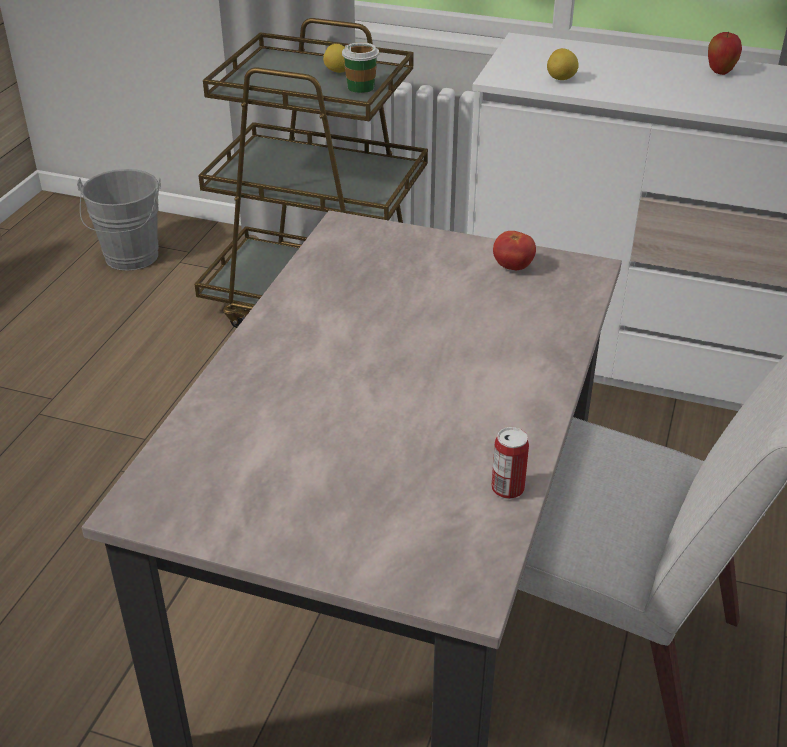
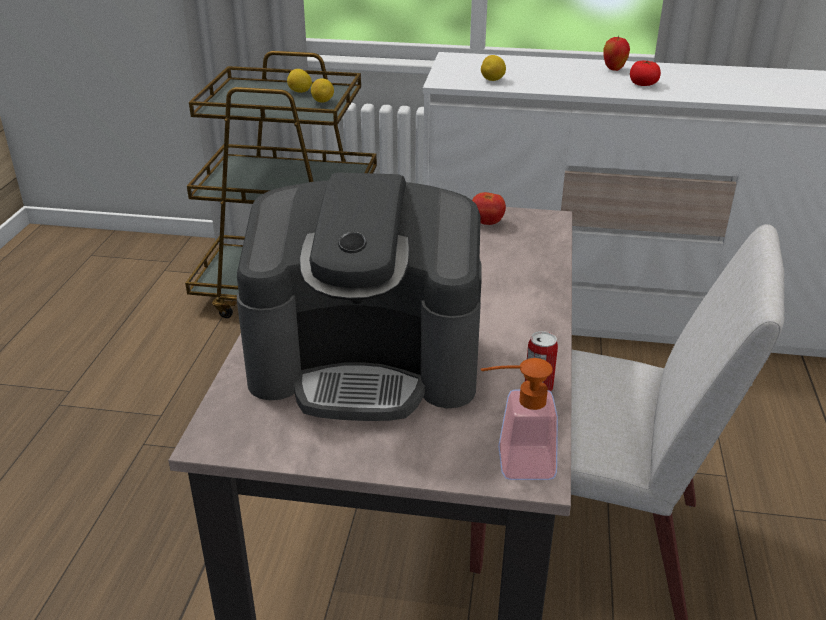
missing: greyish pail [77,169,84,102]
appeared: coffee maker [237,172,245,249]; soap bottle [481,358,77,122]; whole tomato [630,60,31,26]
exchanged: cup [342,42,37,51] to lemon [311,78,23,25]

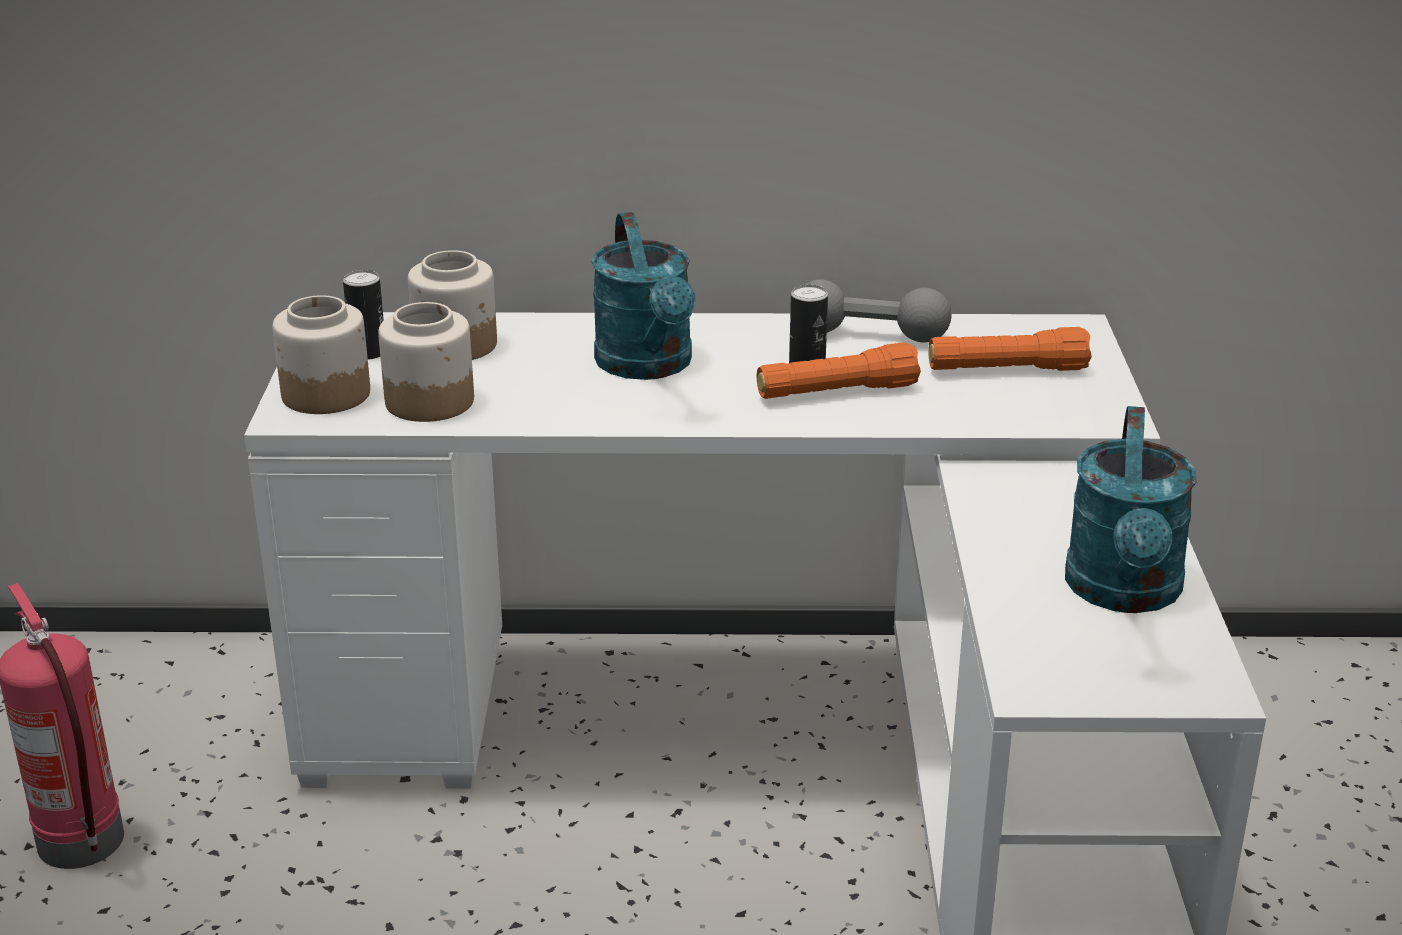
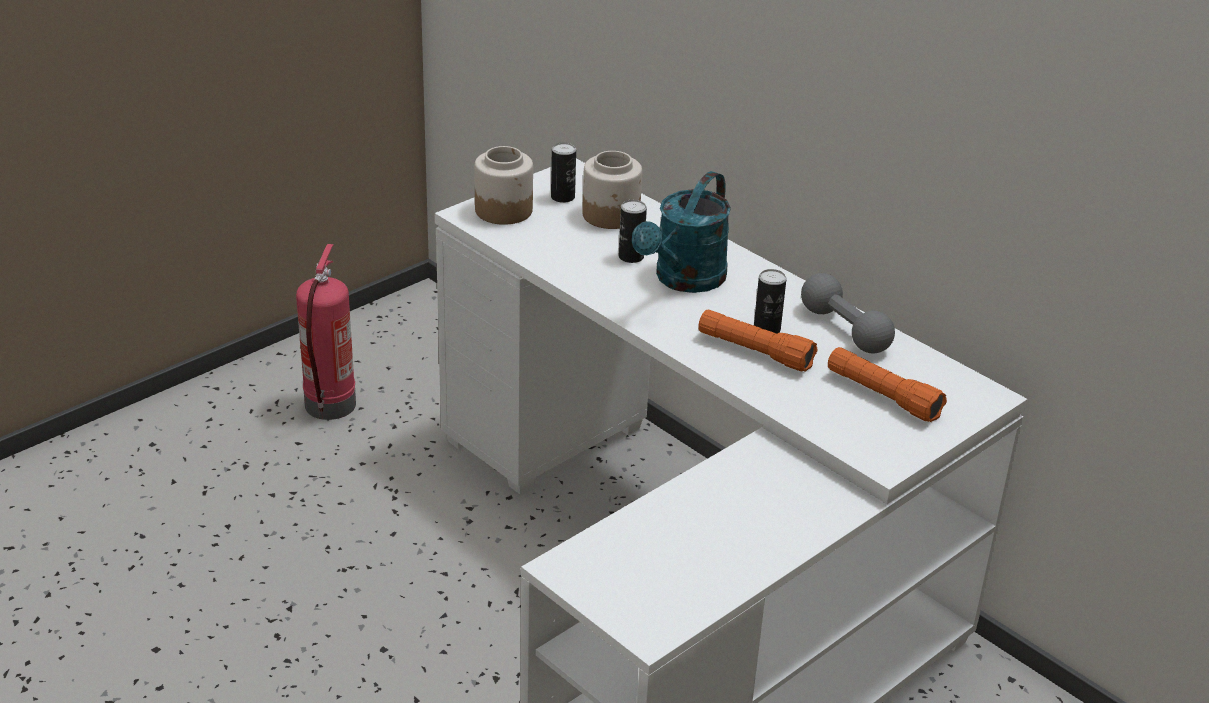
missing: storage jar [378,302,96,120]; turquoise watering pot [1065,406,132,207]
appeared: can [619,200,28,63]

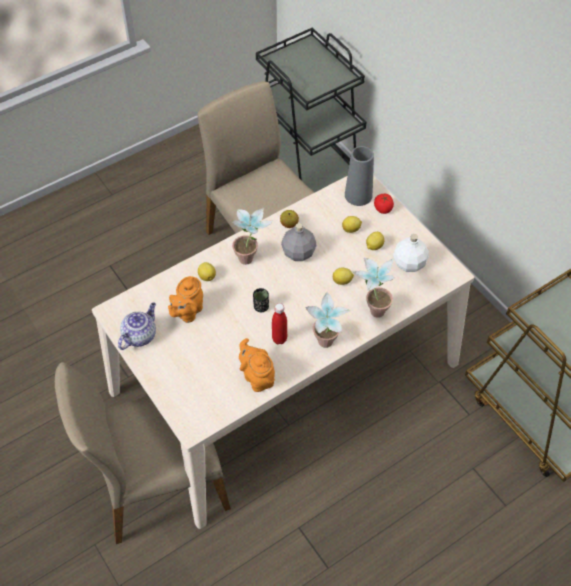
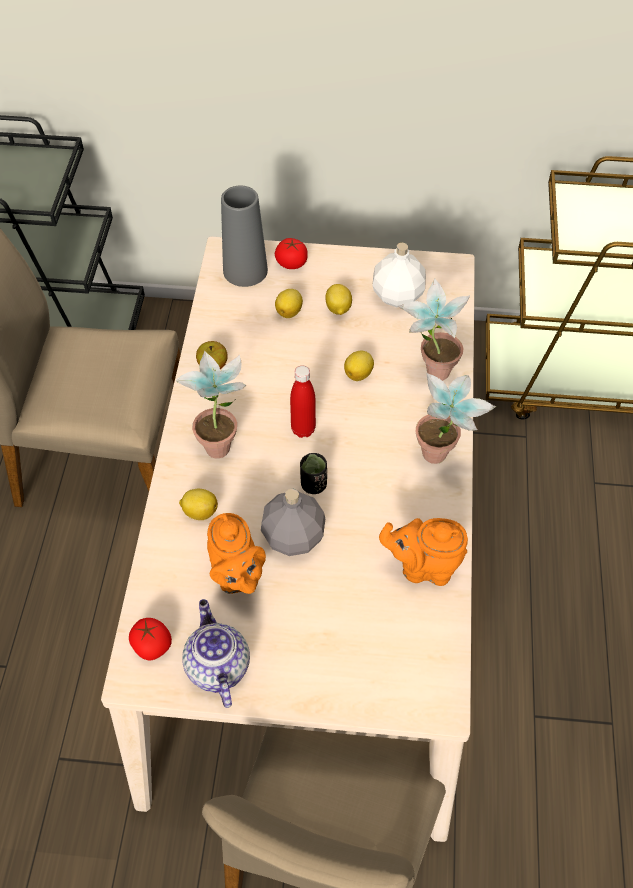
appeared: whole tomato [129,618,43,43]
relocated: red-coloured beverage bottle [272,303,15,41] to [290,365,26,73]; greyish beverage bottle [281,223,36,38] to [261,489,64,67]

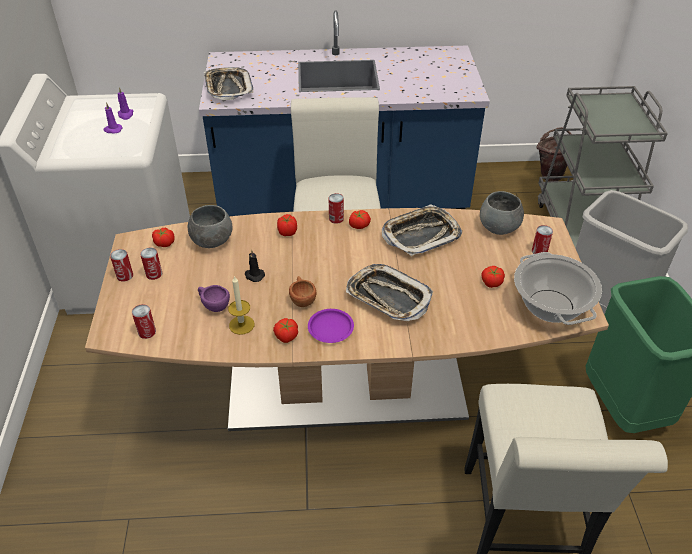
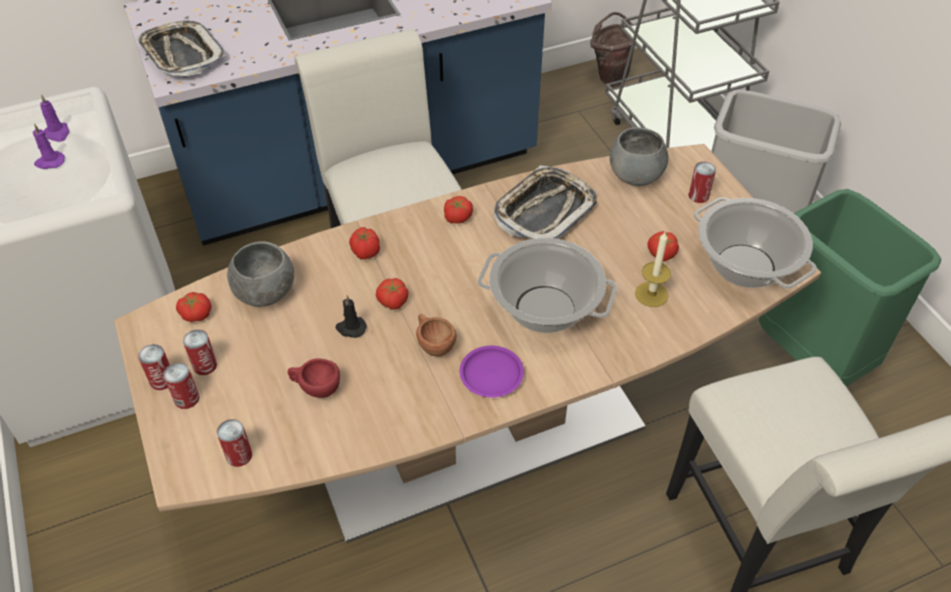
relocated: wax light [228,275,26,60] to [635,232,36,75]; whole tomato [273,318,25,25] to [376,278,33,32]; can [329,193,15,31] to [163,363,36,46]
exchanged: serving tray [346,264,87,57] to saucepot [478,238,139,95]
colour: purple cup [198,285,32,27] to red-coloured cup [288,359,52,39]

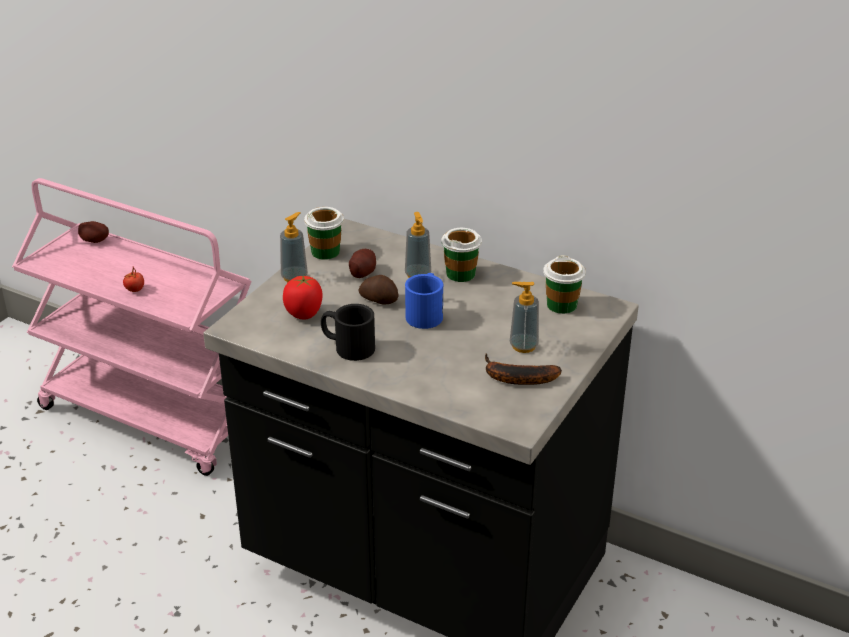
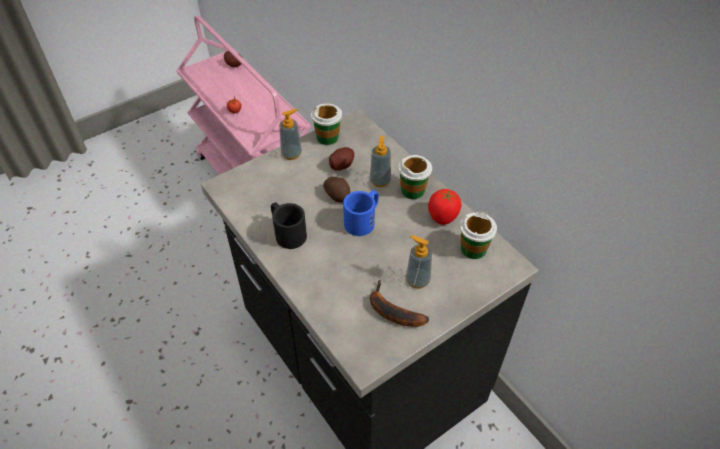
relocated: whole tomato [283,276,40,43] to [428,189,33,36]

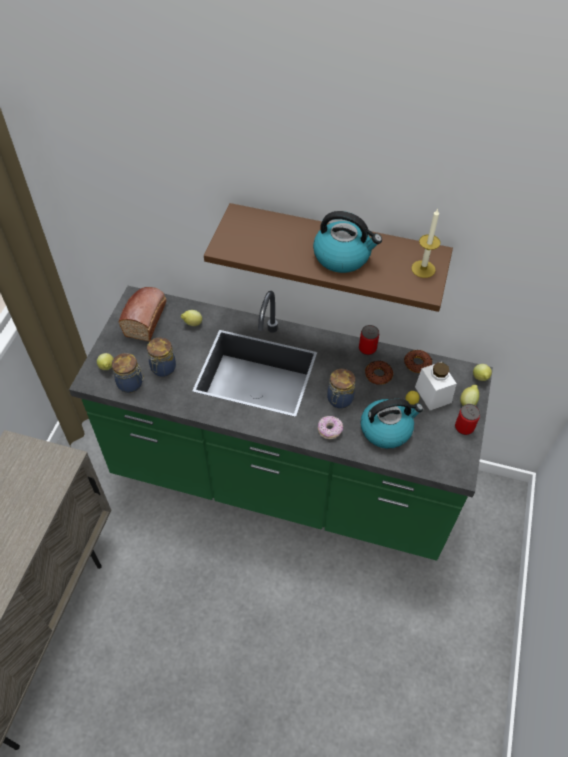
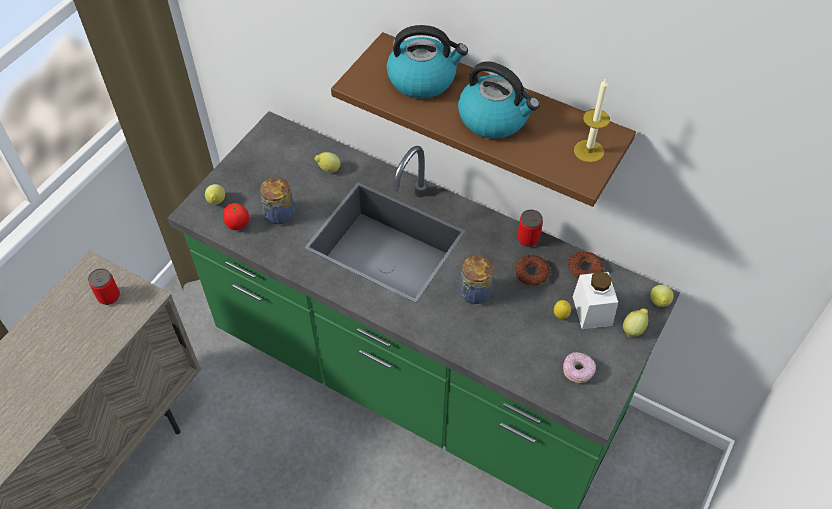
missing: baked bread [118,287,48,54]
relocated: ring doughnut [318,416,25,23] to [563,352,33,31]; water kettle [360,398,63,51] to [387,25,81,74]; can [455,404,25,31] to [88,268,32,37]
exchanged: storage jar [112,353,32,40] to whole tomato [223,203,26,27]

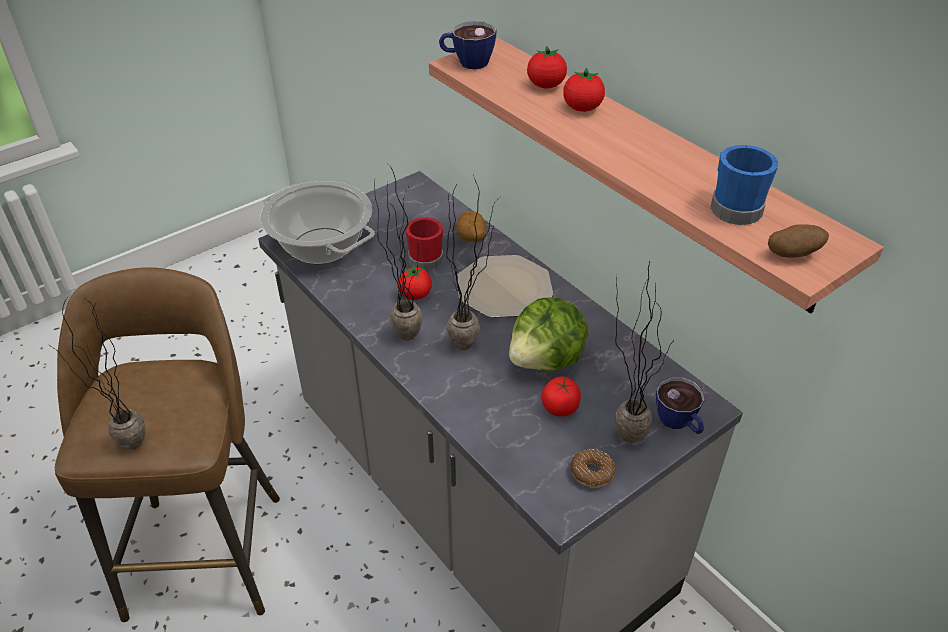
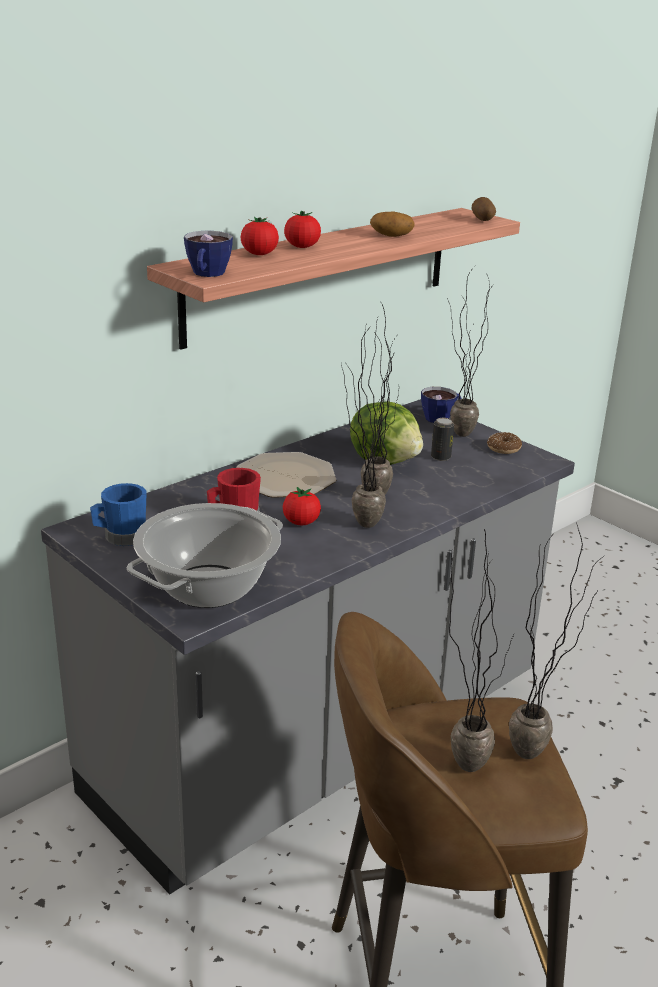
appeared: houseplant [449,529,65,243]
relocated: potato [456,211,30,31] to [370,211,45,26]; bluish coffee mug [710,145,68,80] to [90,483,56,63]
exchanged: whole tomato [541,377,40,40] to can [431,418,23,43]

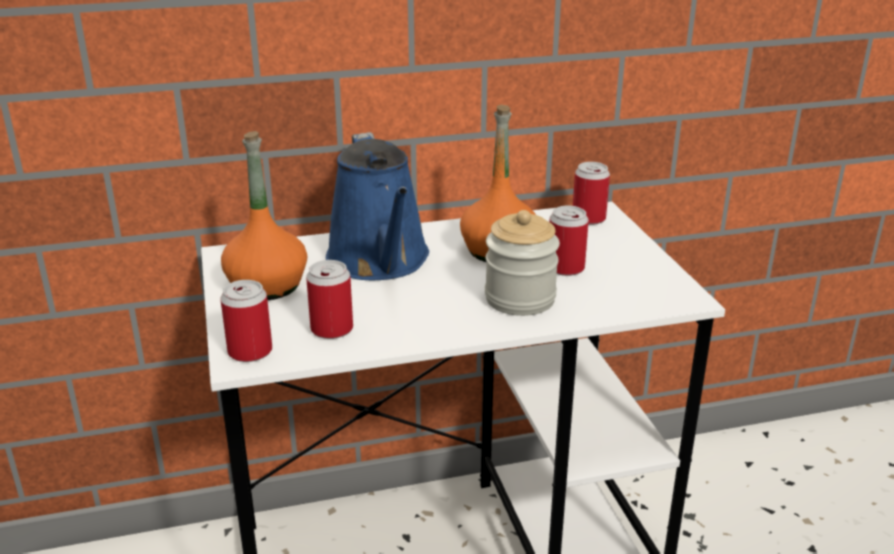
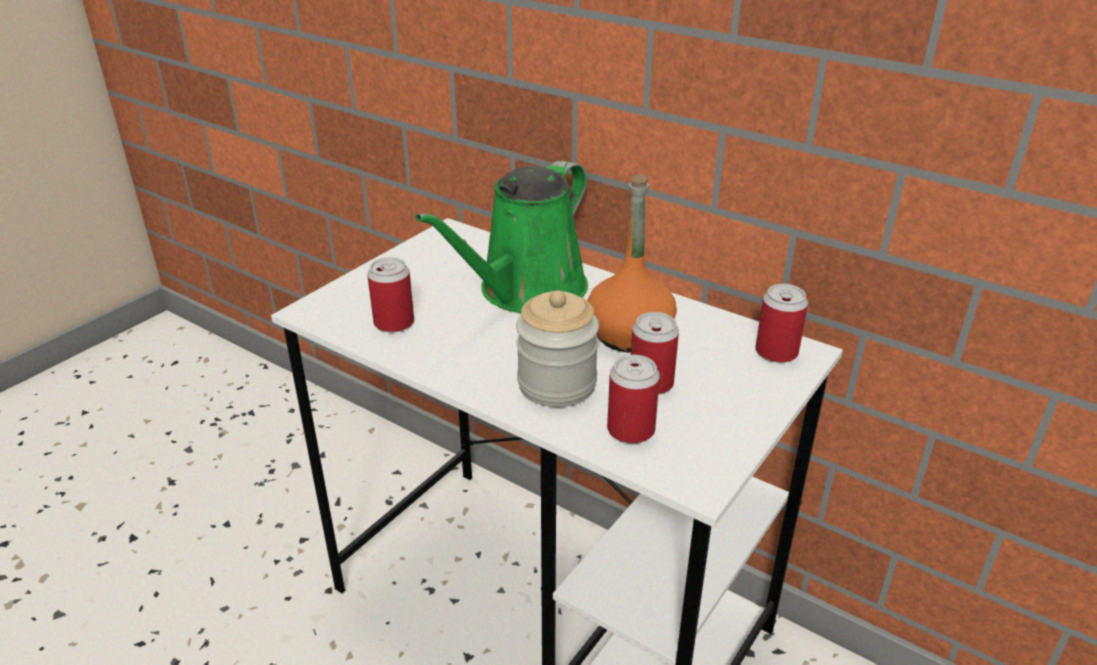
missing: orange-coloured beverage bottle [221,131,86,169]
relocated: can [220,280,52,82] to [607,355,53,89]
colour: bluish watering pot [326,132,103,148] to green-coloured watering pot [415,161,173,152]

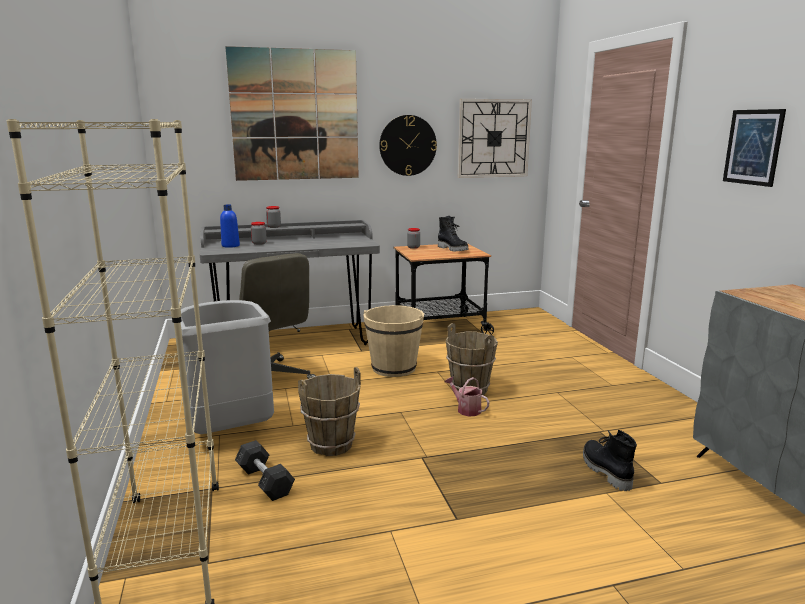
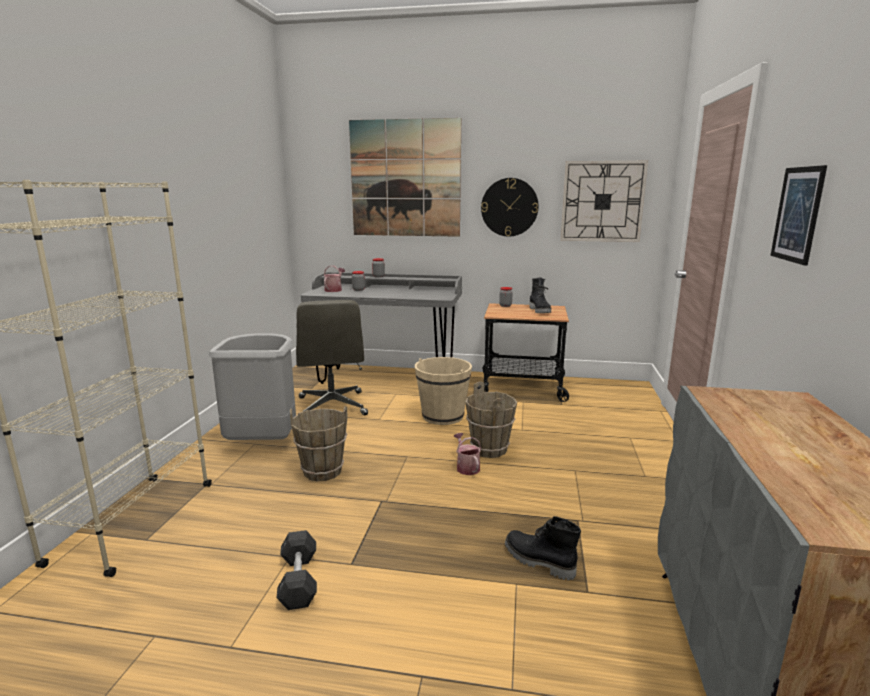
relocated: greyish free weight [235,440,60,61] to [277,530,40,80]
exchanged: bluish beverage bottle [220,205,20,43] to watering pot [324,266,21,26]
spun: black high-top boot [583,430,54,61] = [505,516,76,64] 60 degrees counterclockwise

